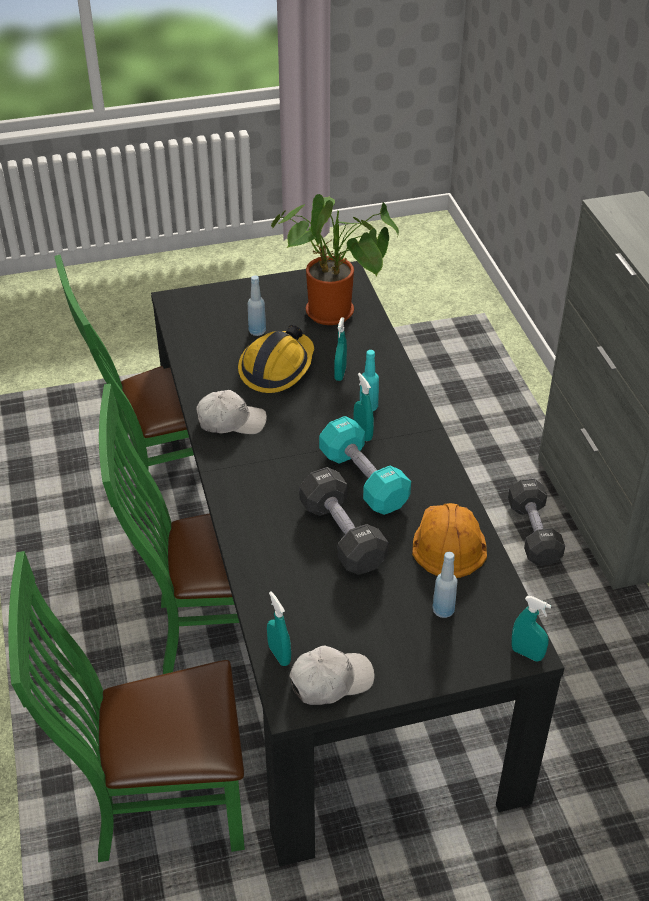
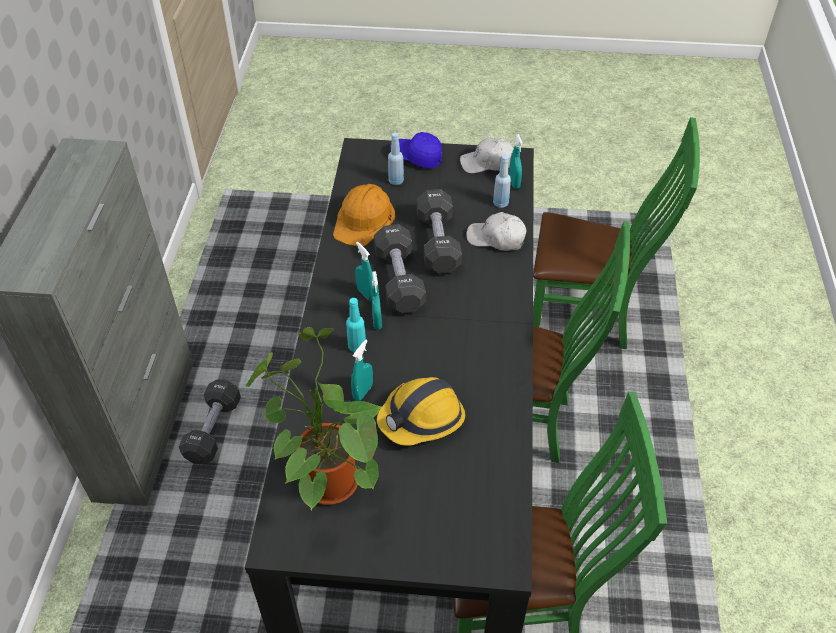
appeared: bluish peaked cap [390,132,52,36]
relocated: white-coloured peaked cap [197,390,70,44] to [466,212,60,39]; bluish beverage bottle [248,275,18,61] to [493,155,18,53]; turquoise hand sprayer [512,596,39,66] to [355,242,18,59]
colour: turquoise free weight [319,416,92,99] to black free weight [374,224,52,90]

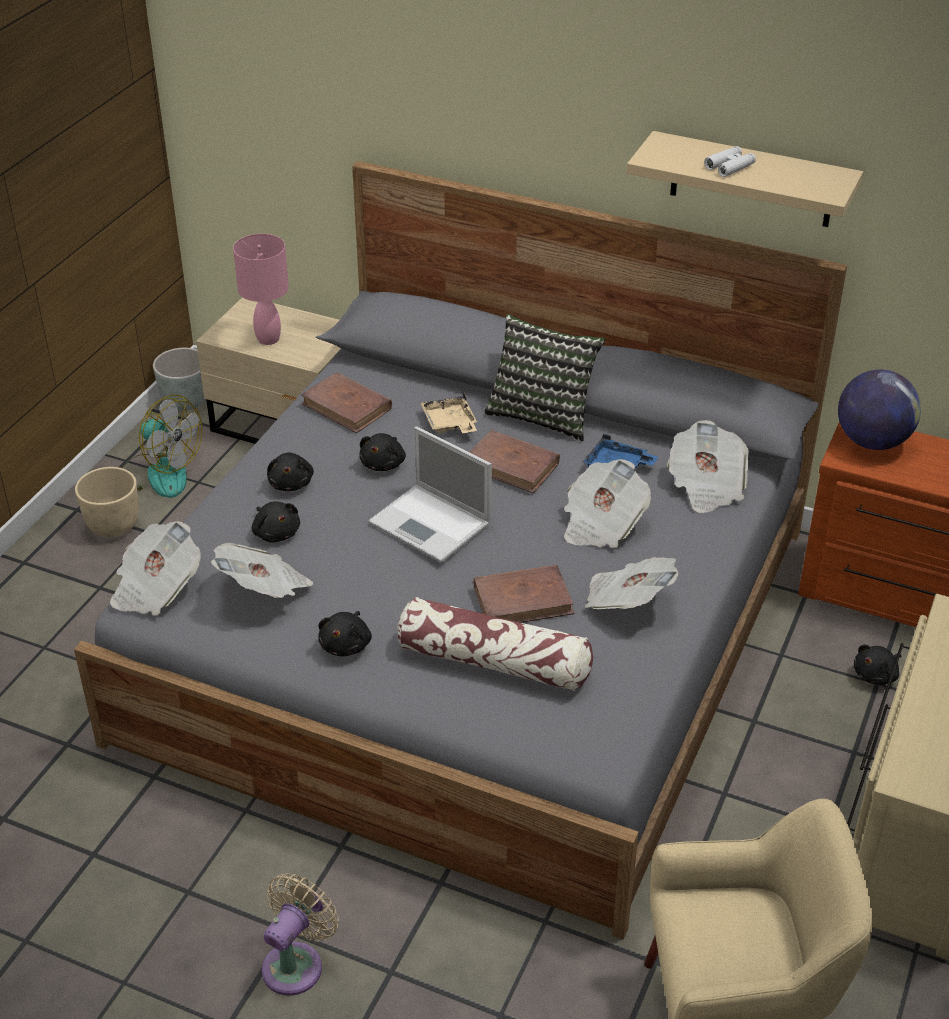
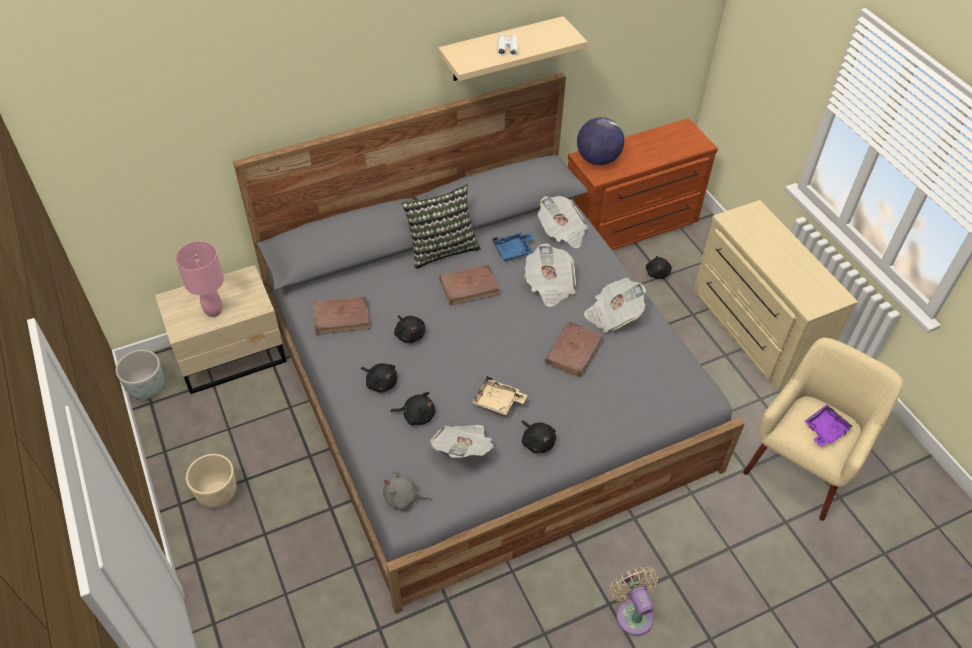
missing: fan [121,395,81,103]; portable computer [368,427,124,136]; cushion [398,597,195,94]
appeared: purple serving tray [804,405,49,42]
relocated: sand-coloured serving tray [420,393,57,40] to [472,376,56,39]
exchanged: daily paper [110,521,91,95] to greyish plush toy [383,471,49,39]

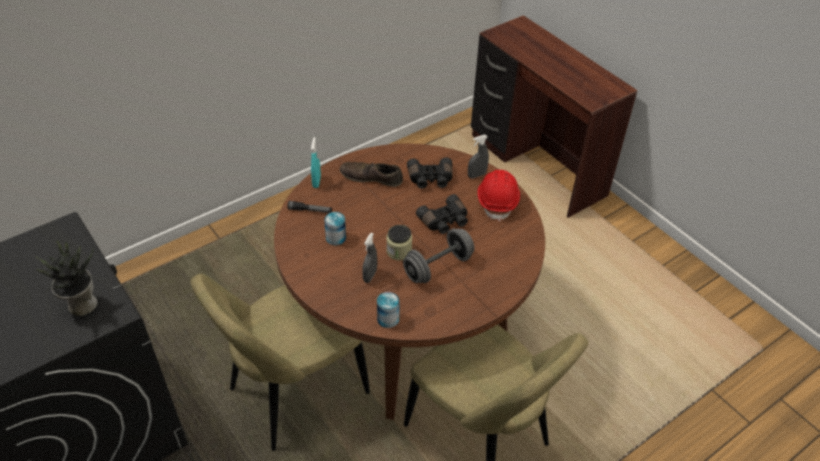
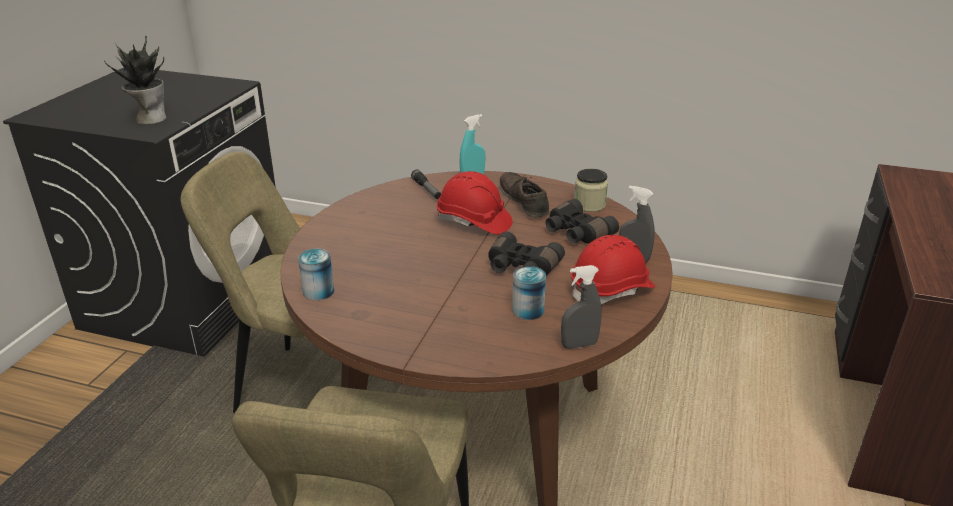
missing: greyish free weight [403,229,71,54]
appeared: red-coloured hard hat [437,171,76,64]
relocated: can [324,212,22,33] to [512,266,34,54]; greyish hand sprayer [362,233,15,50] to [561,265,41,84]; storage jar [386,225,26,35] to [574,169,34,43]

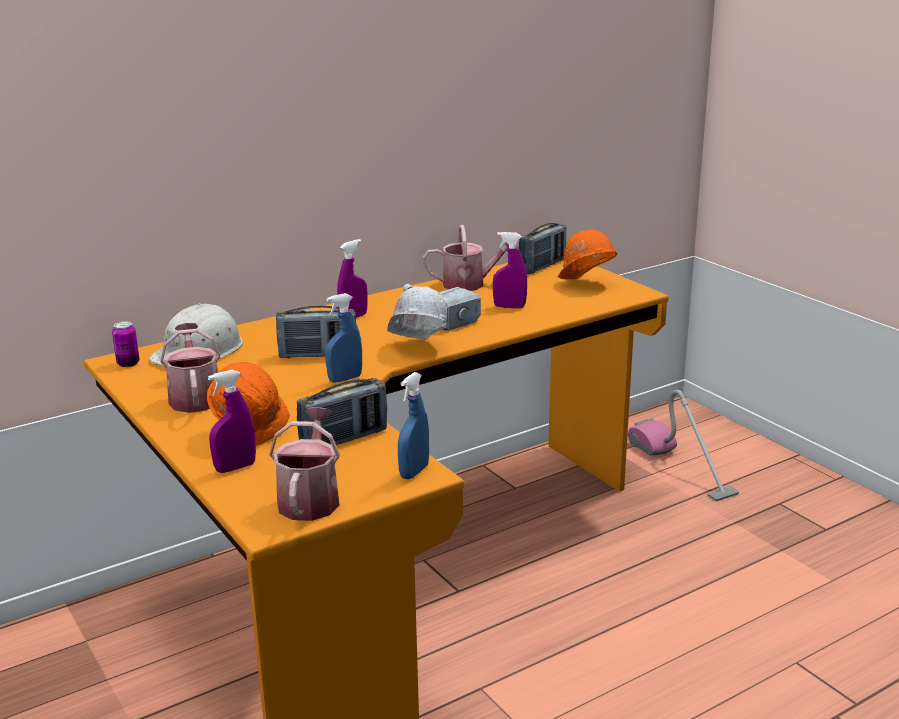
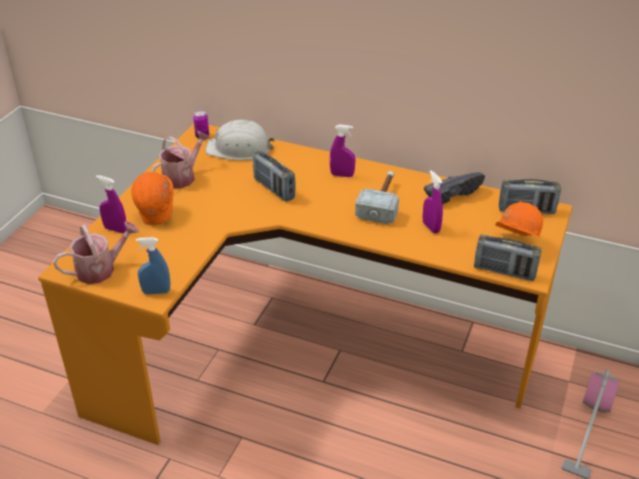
missing: bluish hand sprayer [325,293,37,90]; white-coloured hard hat [387,286,62,53]
relocated: radio [297,378,90,67] to [474,234,67,47]
exchanged: watering pot [422,225,97,66] to black shoe [424,172,61,33]

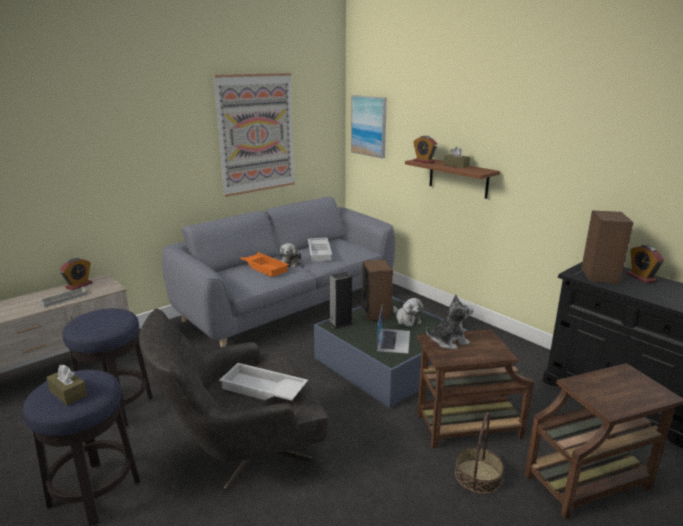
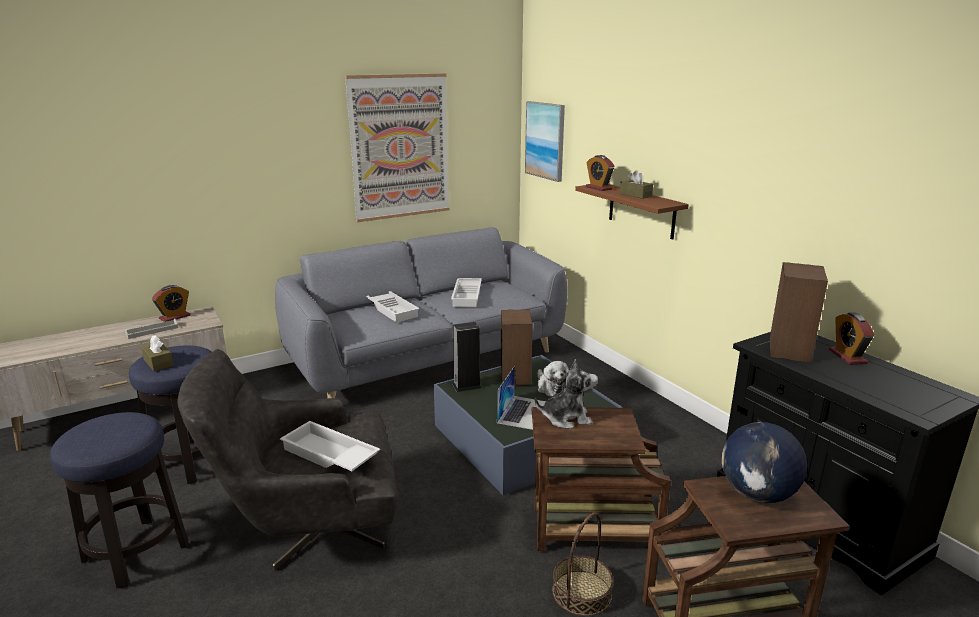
missing: plush toy [280,243,21,24]
appeared: world globe [722,422,85,81]
relocated: brown-coloured box of tissues [46,364,42,42] to [141,335,33,36]
colour: orange-coloured serving tray [240,252,49,25] to white-coloured serving tray [366,291,54,31]

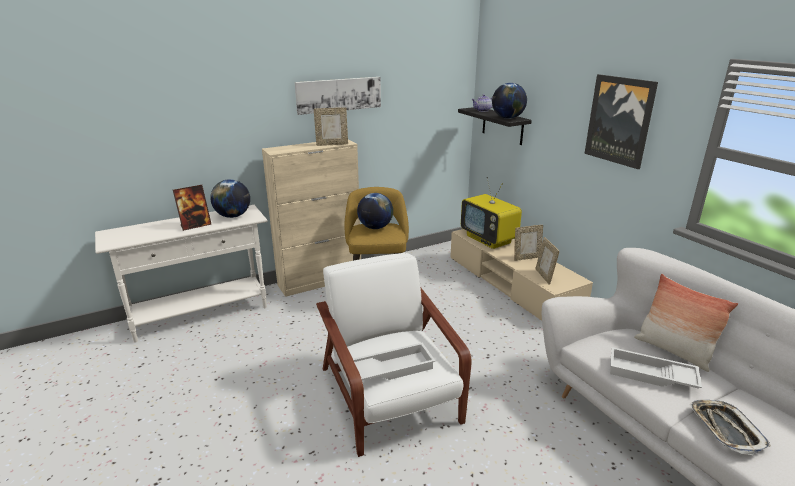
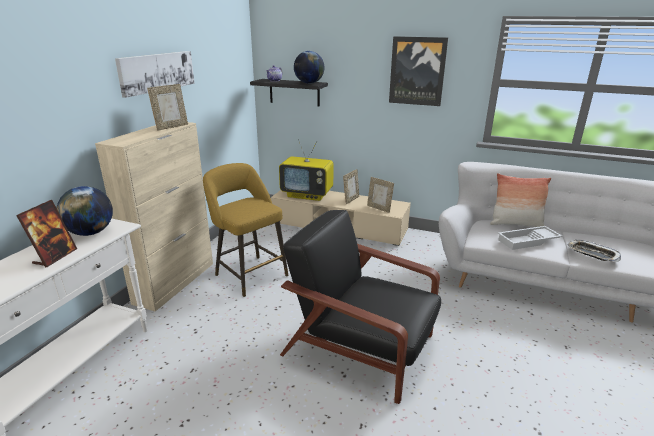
missing: white-coloured serving tray [353,342,82,39]; world globe [357,193,36,36]
colour: white-coloured lounge chair [316,253,156,204] to black lounge chair [280,210,161,194]

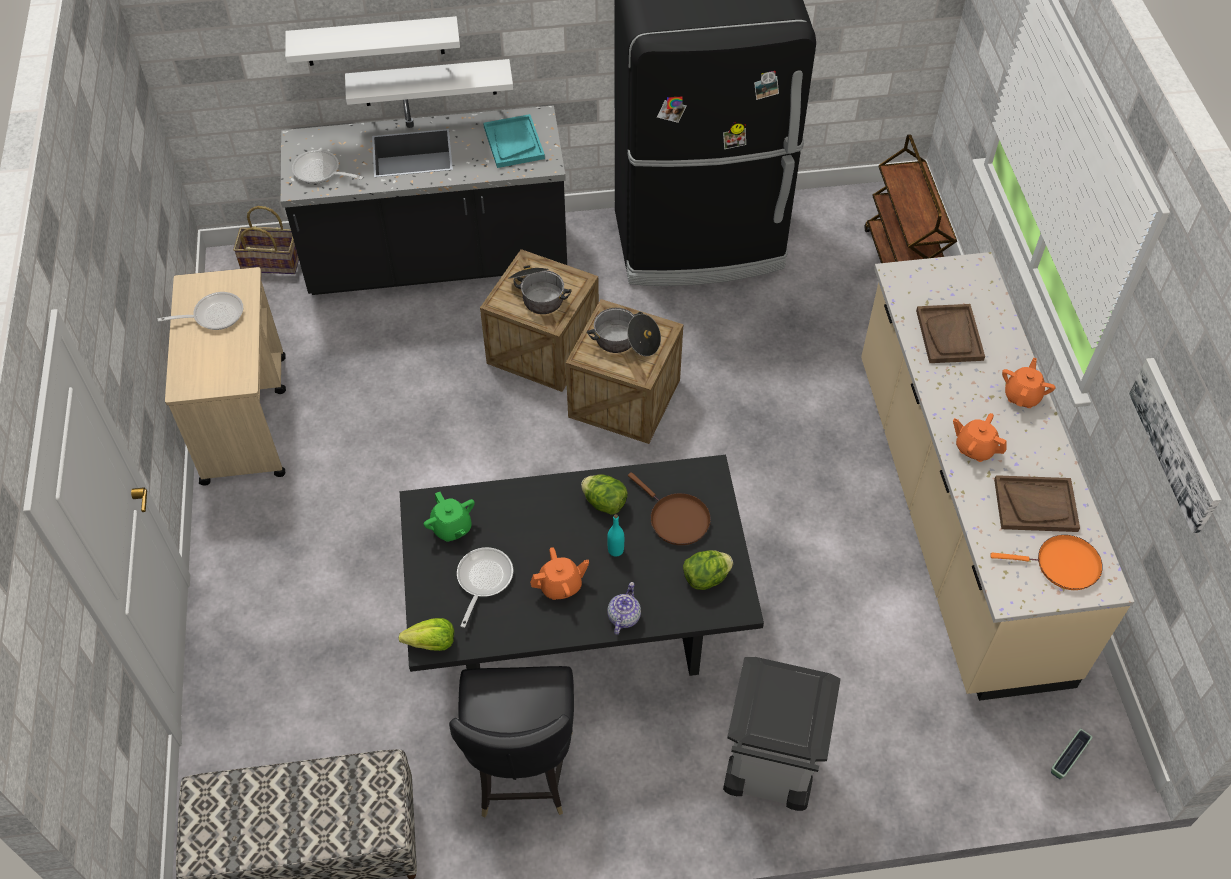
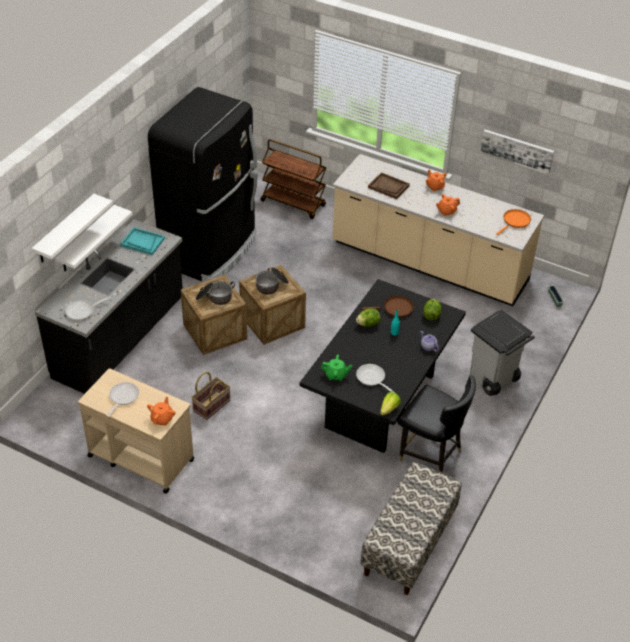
missing: brown-coloured serving tray [994,475,86,57]
relocated: storage basket [233,206,66,68] to [191,372,39,48]; orange-coloured tea pot [530,547,59,53] to [147,397,29,29]

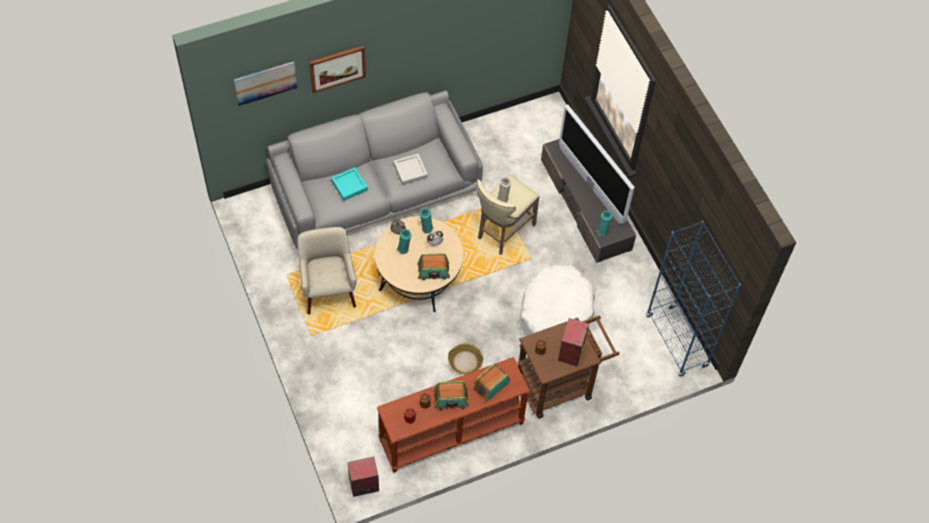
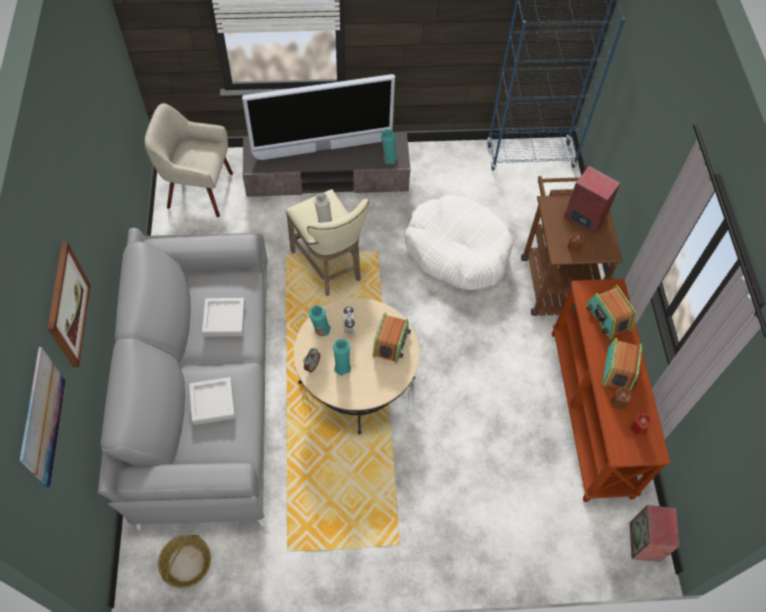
relocated: sand-coloured lounge chair [297,227,60,87] to [145,103,88,114]; storage basket [448,343,35,32] to [158,535,53,53]
colour: turquoise serving tray [331,167,37,34] to greyish serving tray [189,377,47,48]

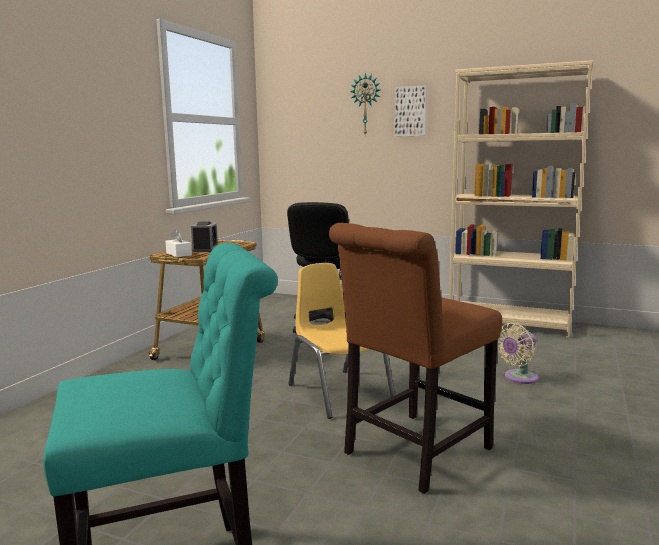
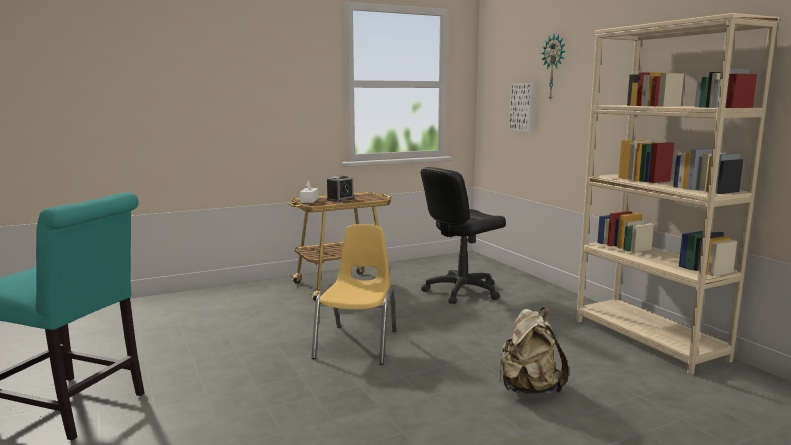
missing: brown-coloured chair [329,223,173,271]
relocated: wall picture [394,85,33,52] to [509,83,26,49]
exchanged: sand-coloured fan [497,323,42,61] to sand-coloured knapsack [499,307,70,87]

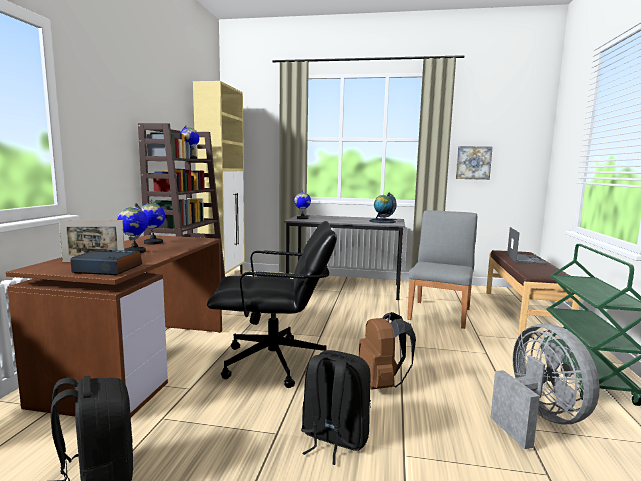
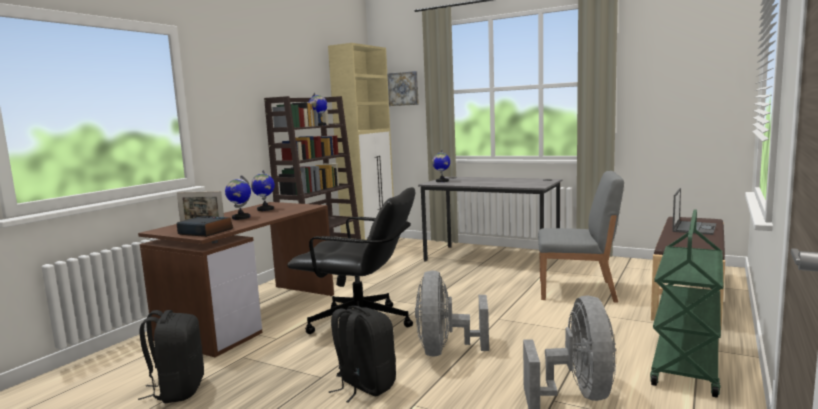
missing: world globe [370,193,27,30]
relocated: wall picture [456,146,37,34] to [388,71,31,35]
exchanged: brown-coloured knapsack [359,312,57,77] to greyish fan [415,270,74,87]
spun: greyish chair [407,210,70,119] = [538,171,86,131] 60 degrees clockwise

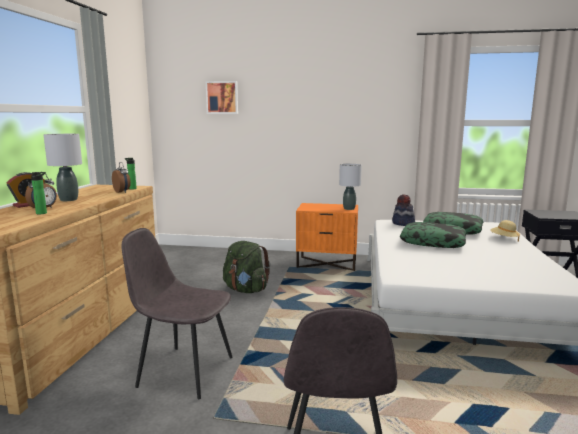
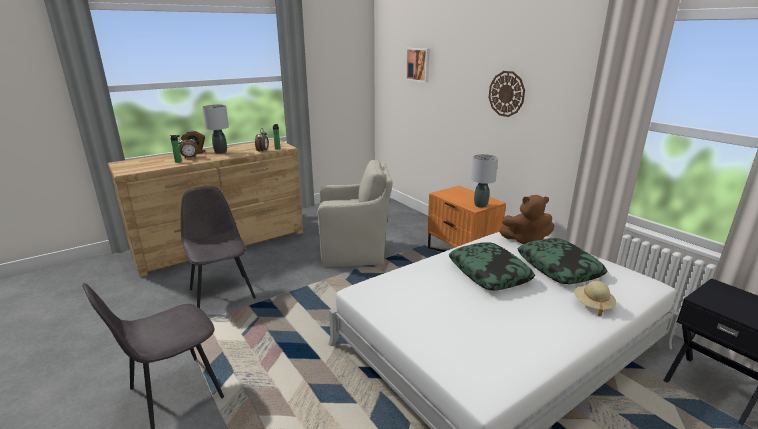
appeared: wall clock [489,71,36,46]
exchanged: green-coloured knapsack [223,241,47,52] to sand-coloured lounge chair [318,160,75,107]; clothing hat [392,194,23,32] to brown-coloured plush toy [500,195,55,49]

